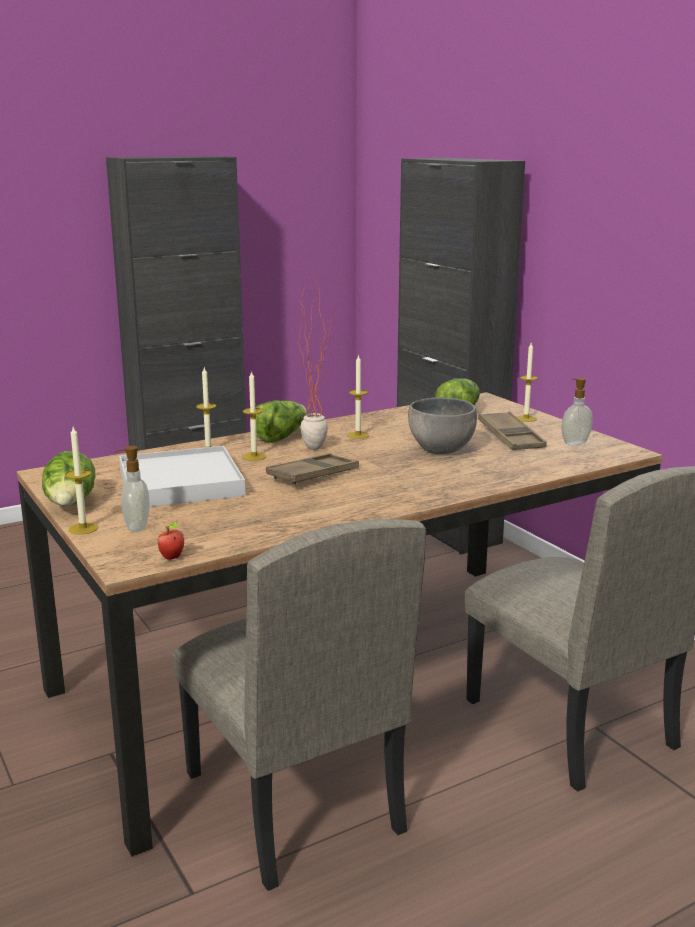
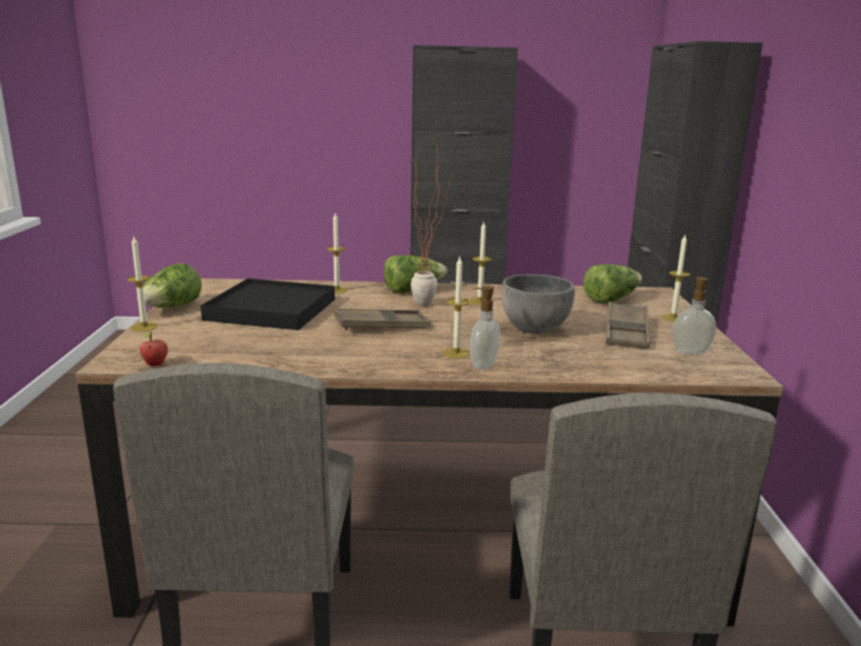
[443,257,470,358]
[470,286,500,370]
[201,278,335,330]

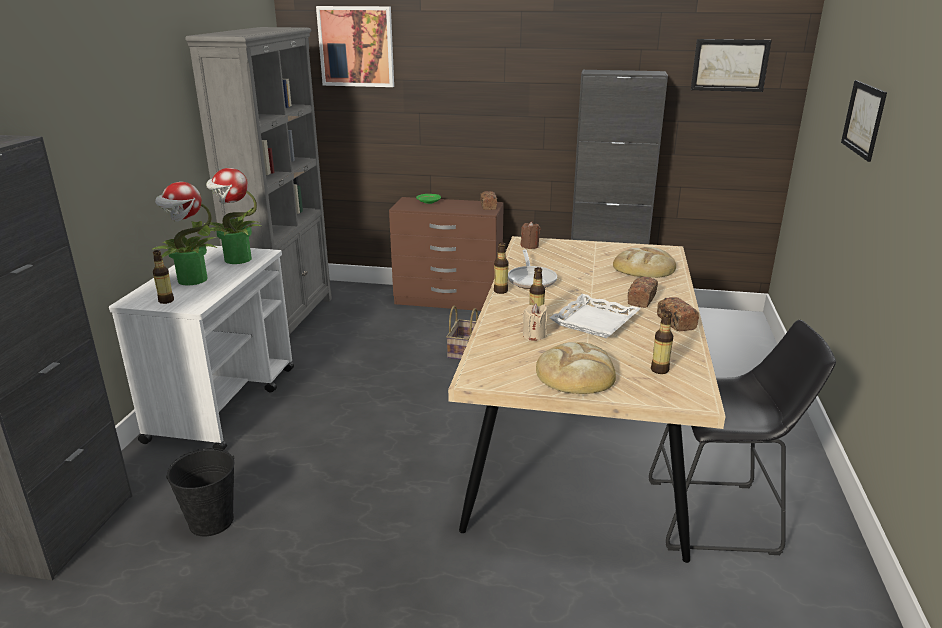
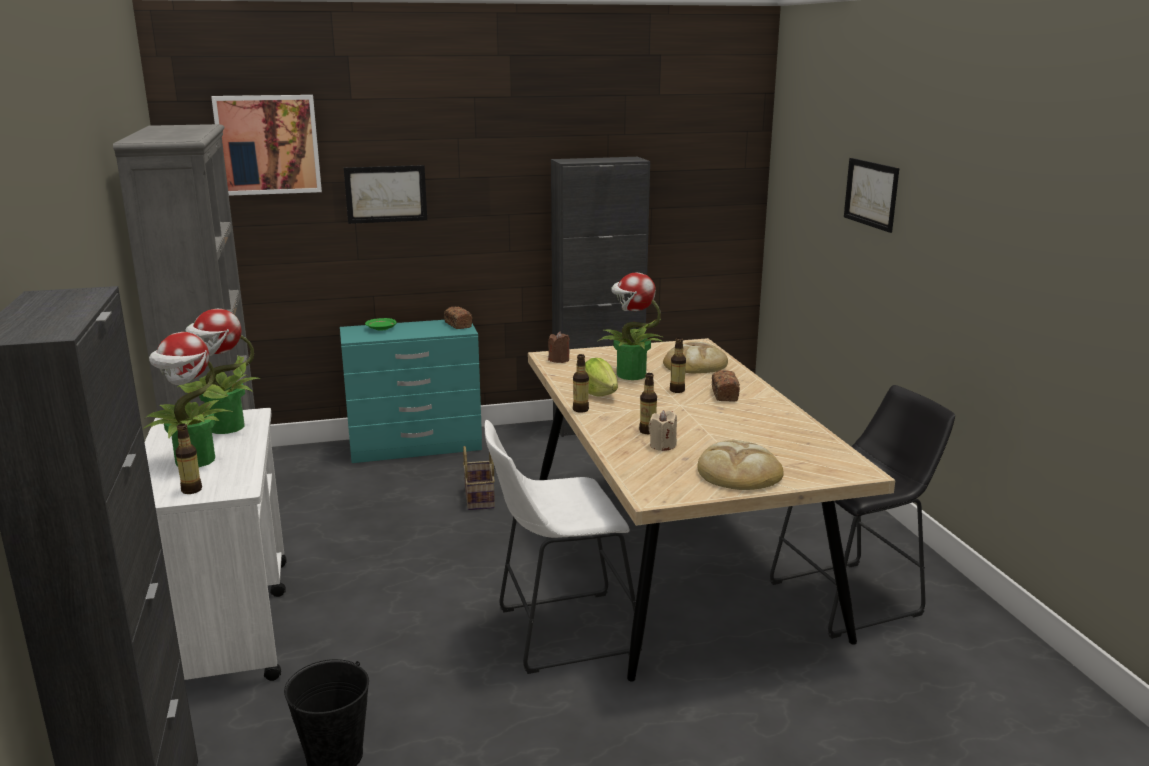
[344,165,427,224]
[340,320,482,463]
[585,358,618,397]
[549,294,640,338] (first image)
[657,297,699,331] (first image)
[670,338,686,393]
[598,273,663,380]
[485,420,643,674]

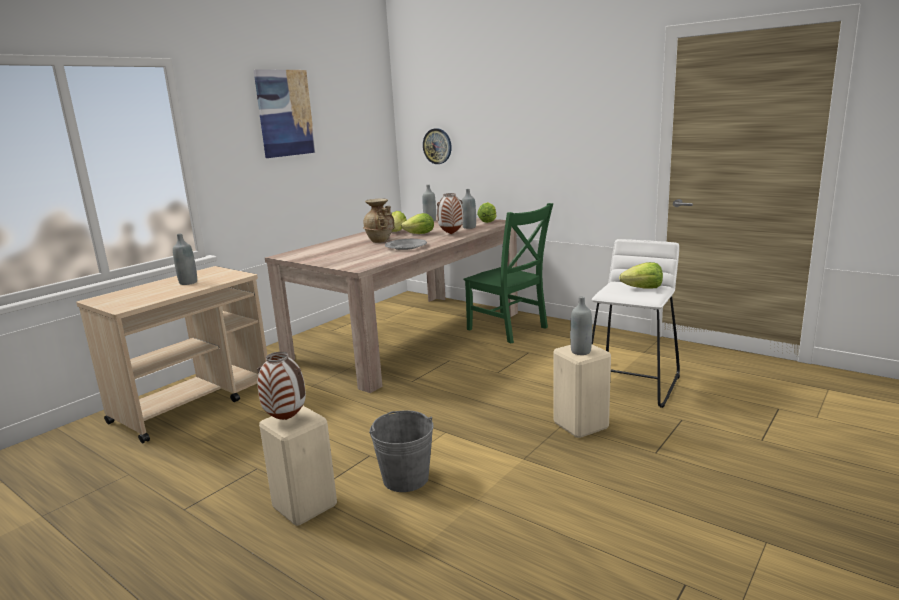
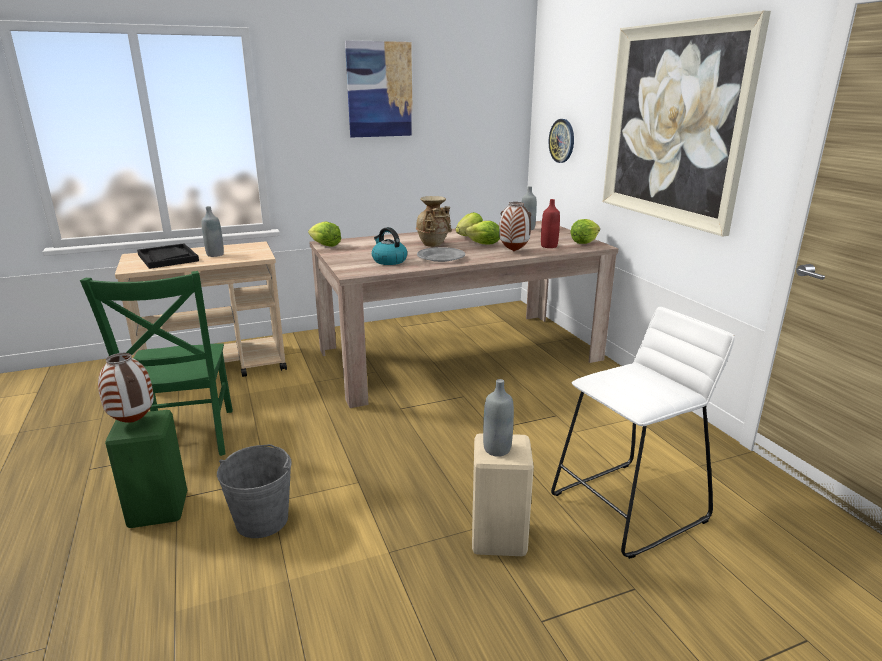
[541,199,560,248]
[80,271,233,456]
[308,222,341,247]
[105,410,187,528]
[603,11,771,237]
[372,227,407,265]
[137,243,199,269]

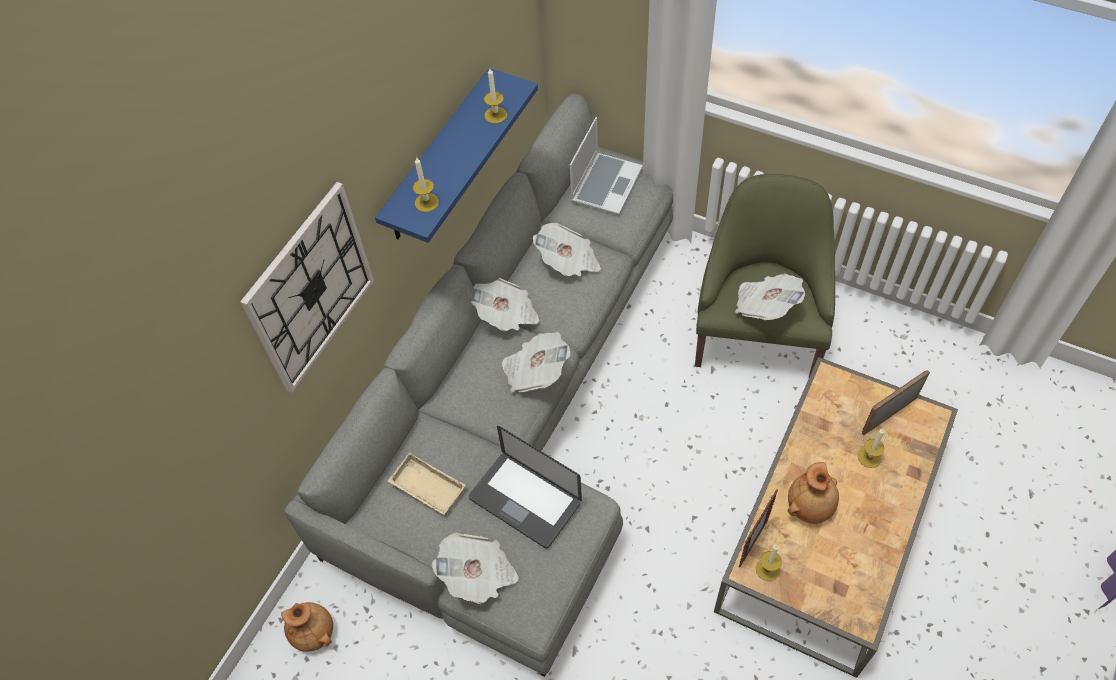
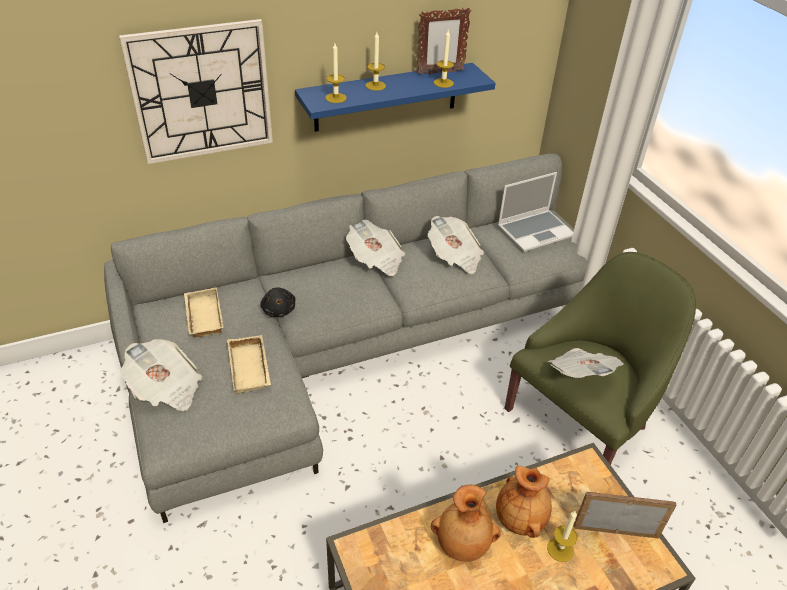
[502,332,570,392] (first image)
[227,335,271,394]
[417,8,471,75]
[366,32,386,91]
[496,465,552,538]
[260,287,296,317]

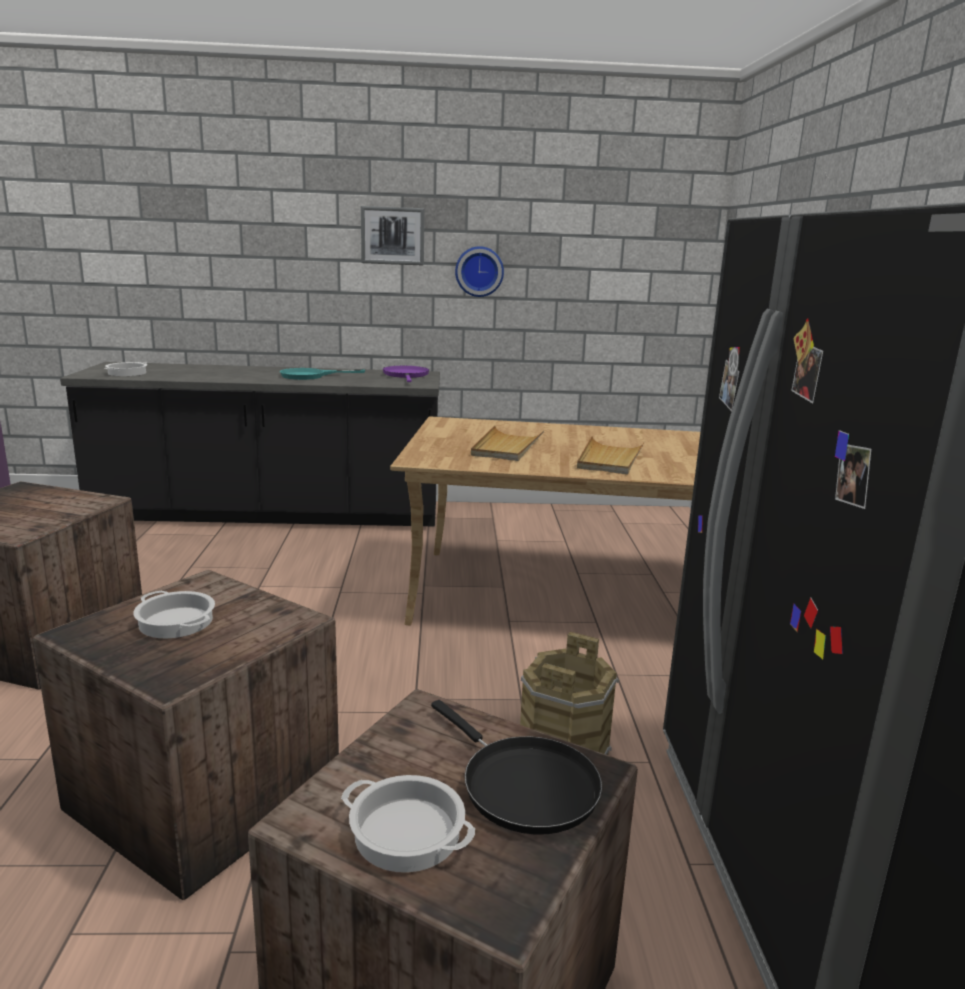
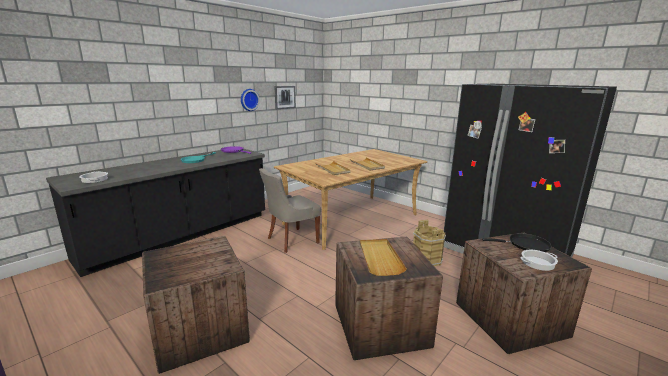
[274,86,296,109]
[360,239,407,276]
[259,168,321,253]

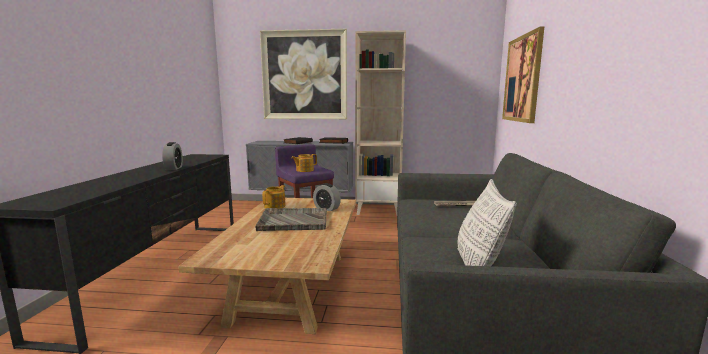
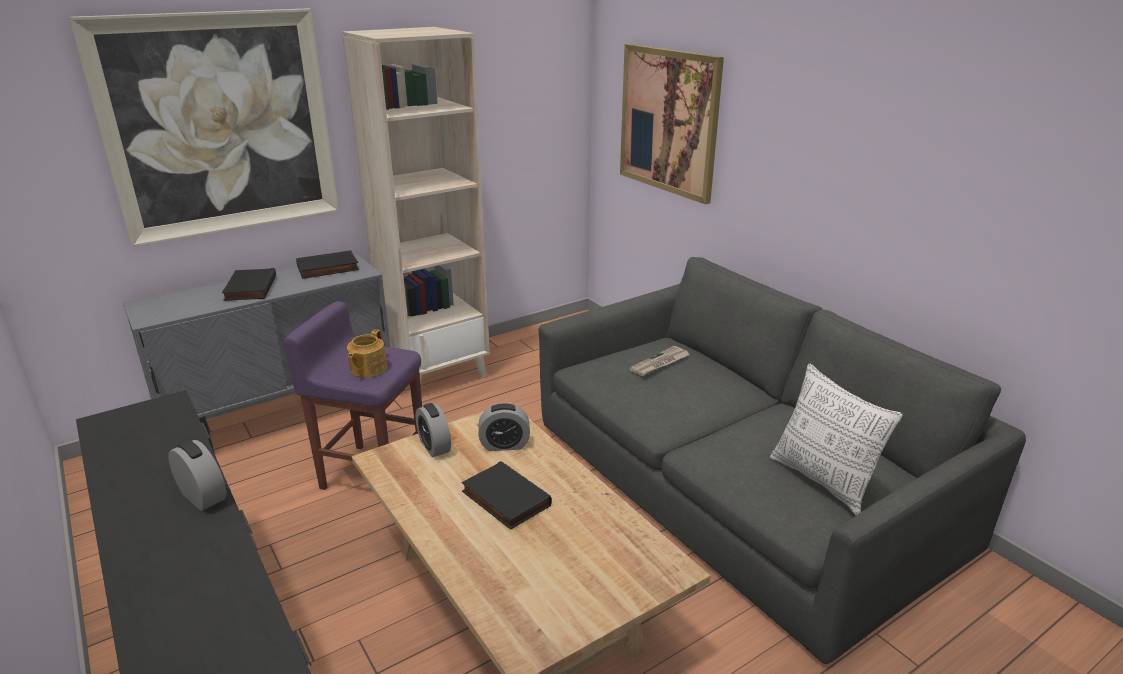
[262,185,285,209] (first image)
[461,461,552,530]
[416,403,451,457]

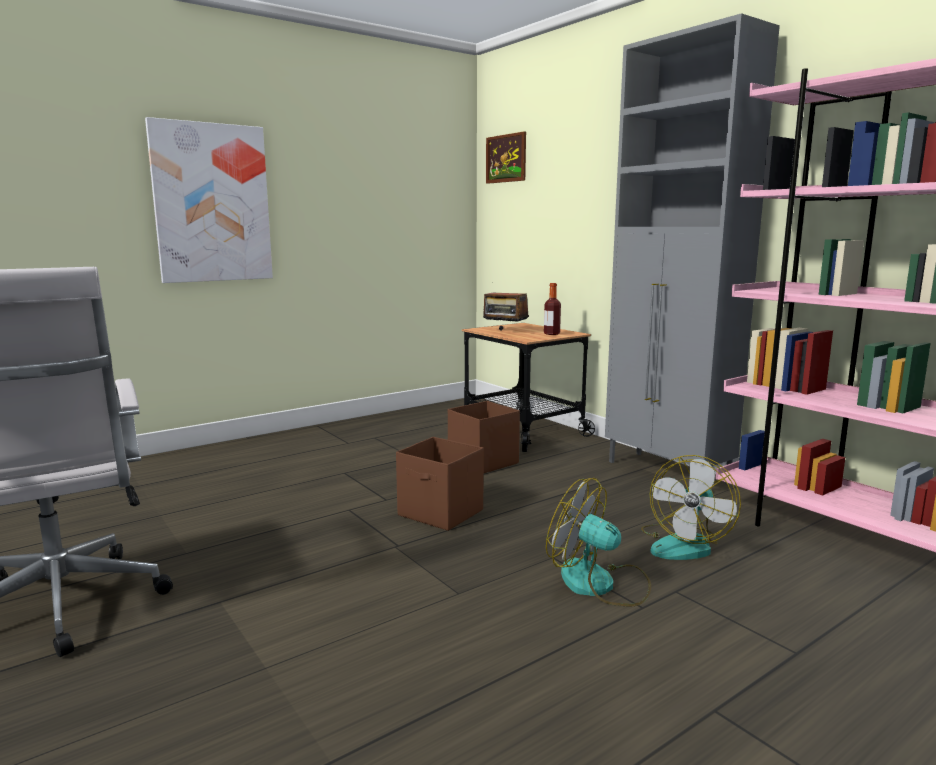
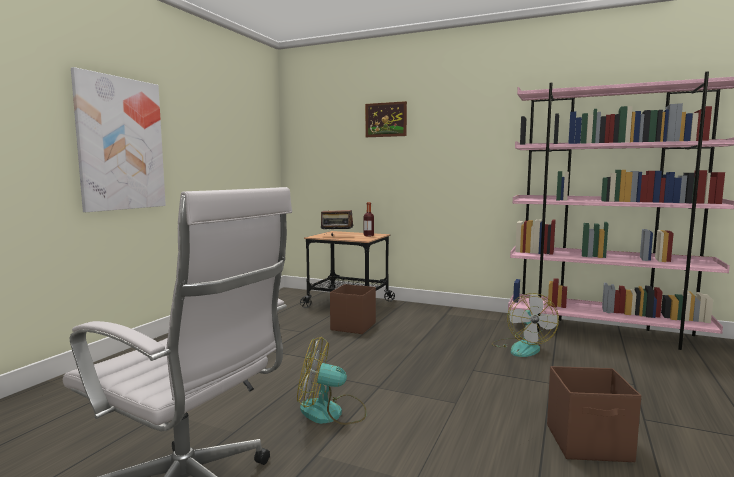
[605,13,780,484] (first image)
[365,101,407,137]
[547,366,641,462]
[297,337,367,425]

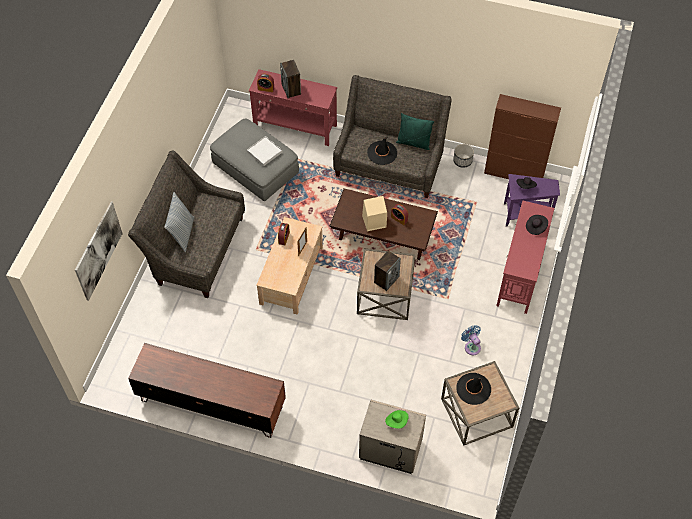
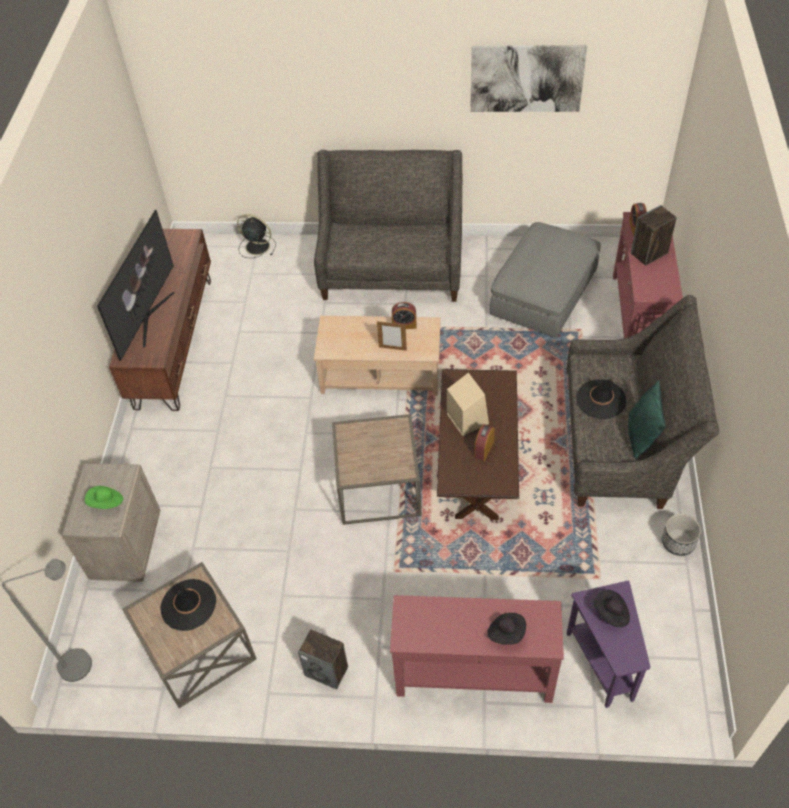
[484,94,561,179] (first image)
[247,136,282,166] (first image)
[164,192,194,252] (first image)
[470,45,587,112]
[298,629,348,690]
[461,325,481,355] (first image)
[97,210,175,361]
[237,214,276,258]
[2,559,92,682]

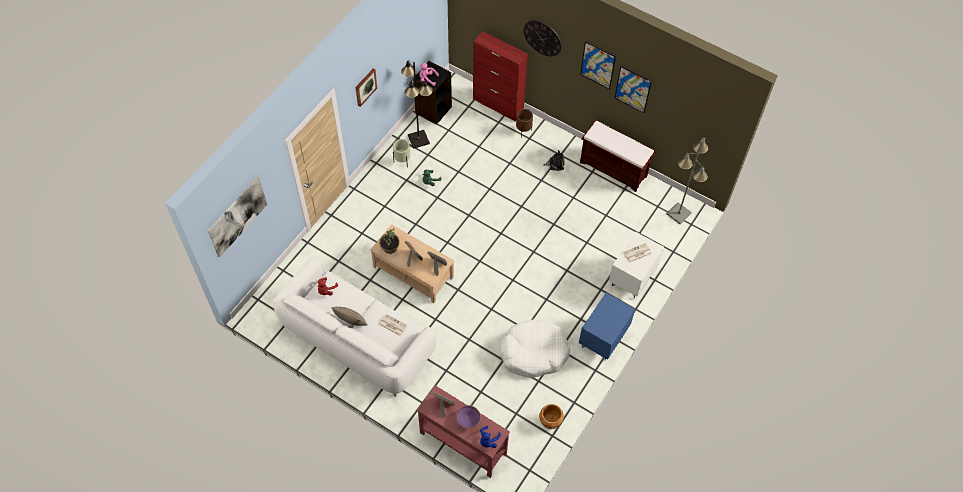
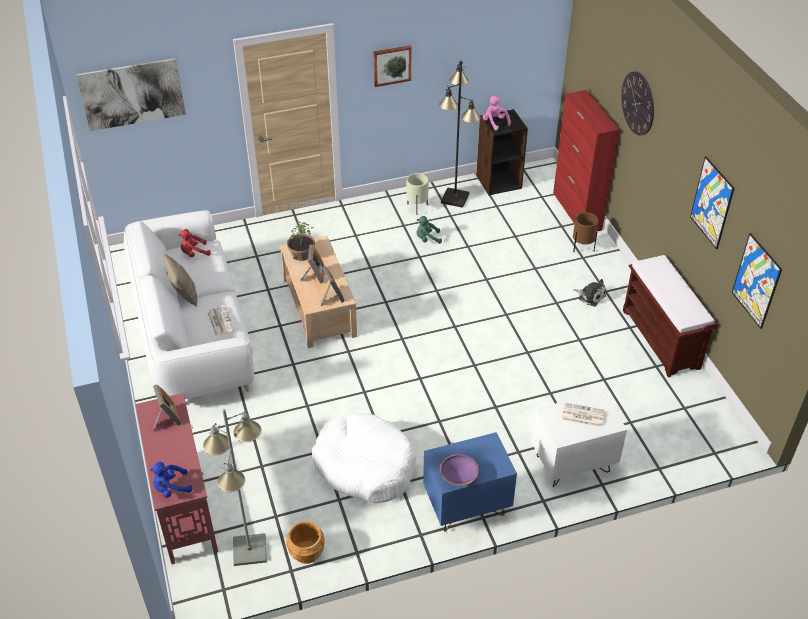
[732,233,782,329]
[203,409,267,566]
[440,454,479,486]

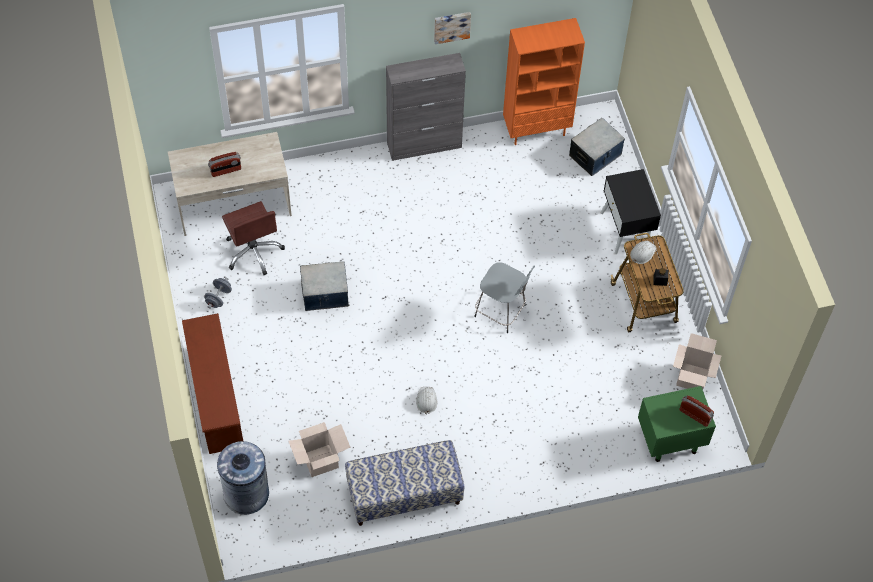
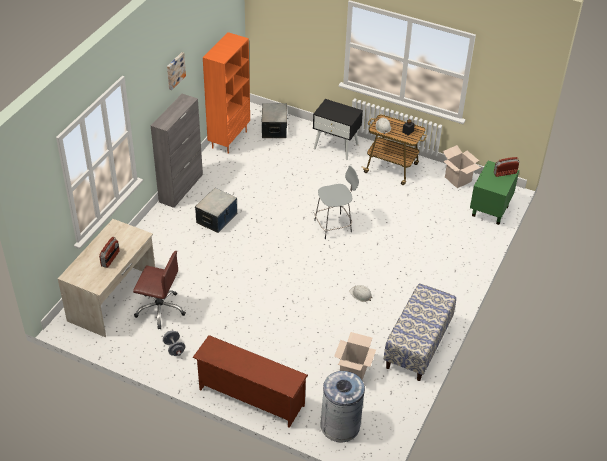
[195,188,237,233]

